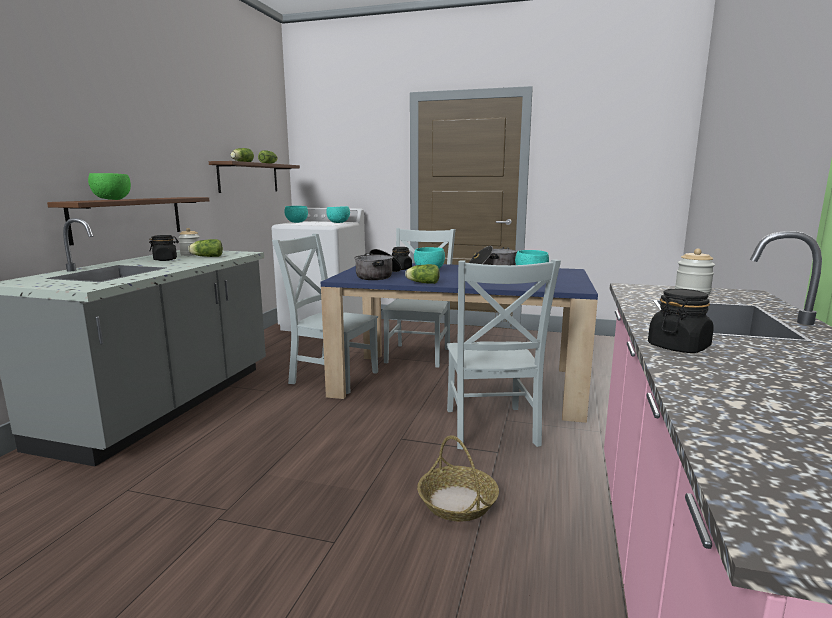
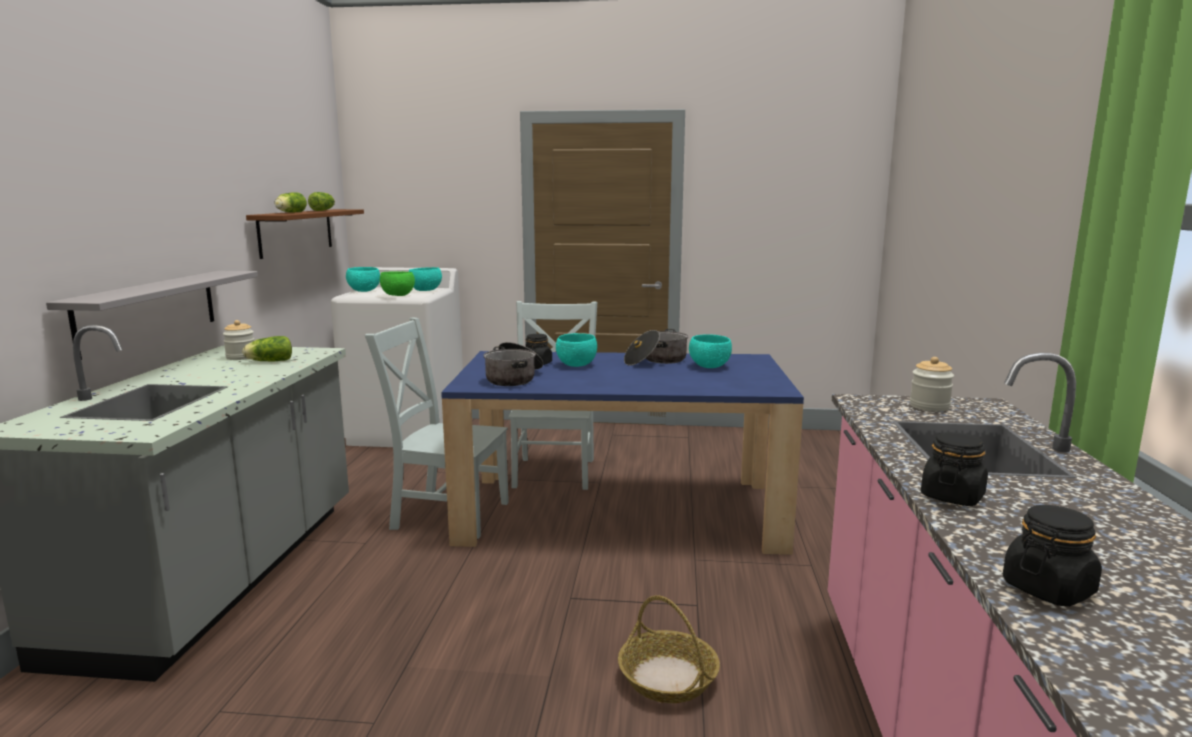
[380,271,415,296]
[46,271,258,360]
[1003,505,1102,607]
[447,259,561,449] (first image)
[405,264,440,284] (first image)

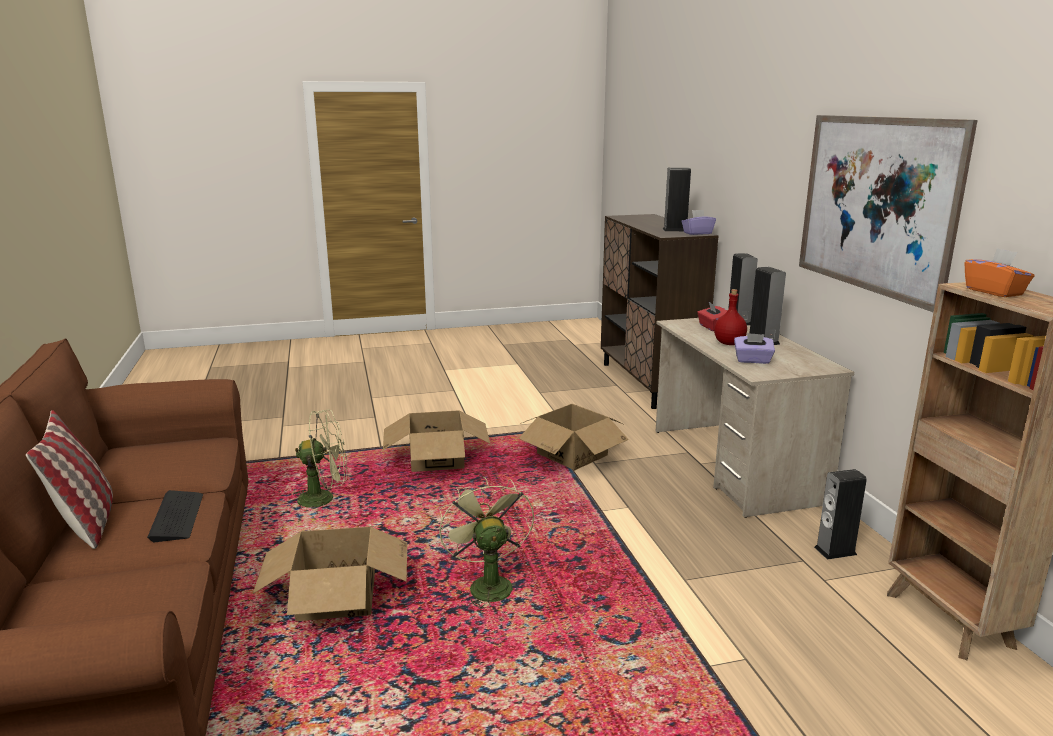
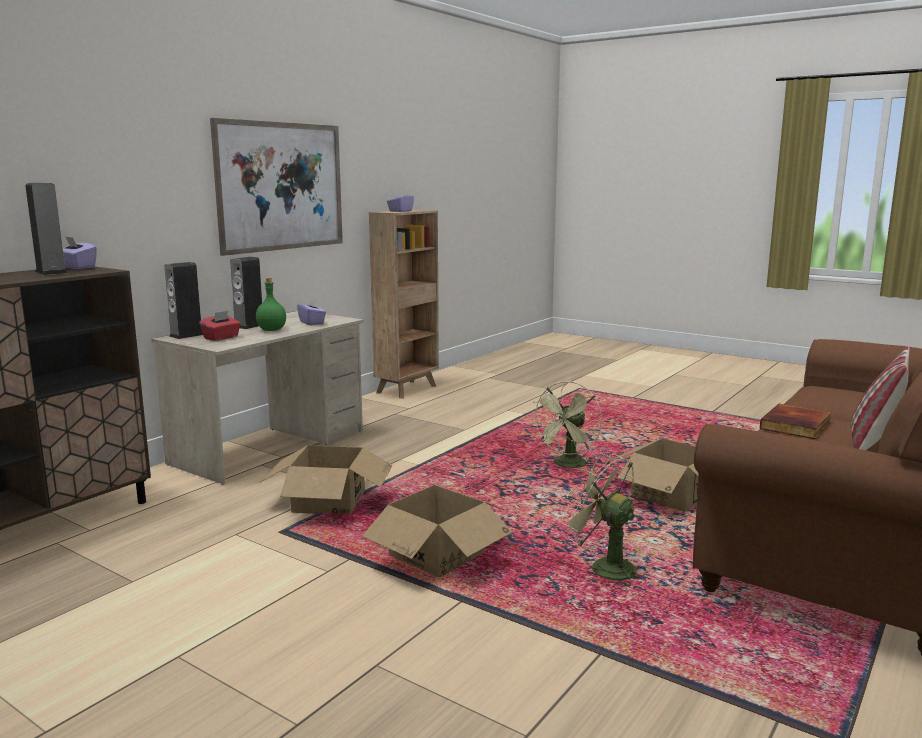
[387,190,414,212]
[256,278,286,331]
[814,469,867,560] (first image)
[760,404,831,439]

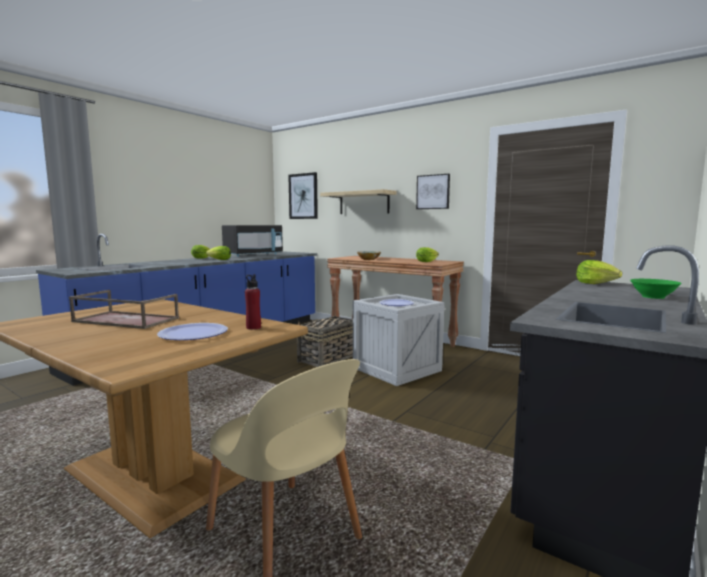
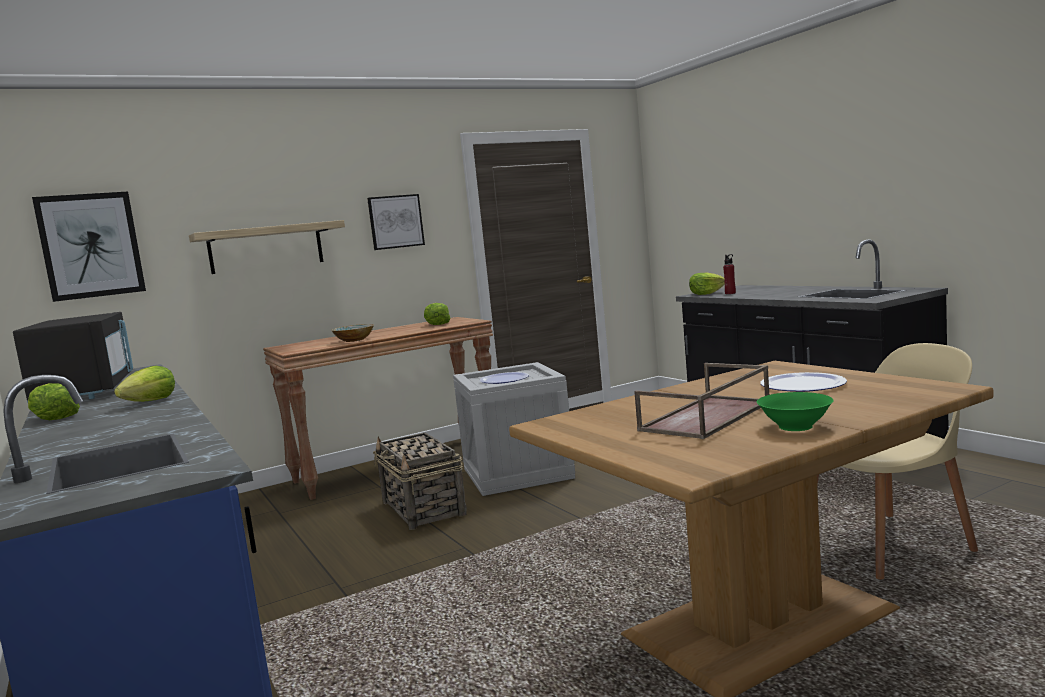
[723,254,736,294]
[757,392,834,431]

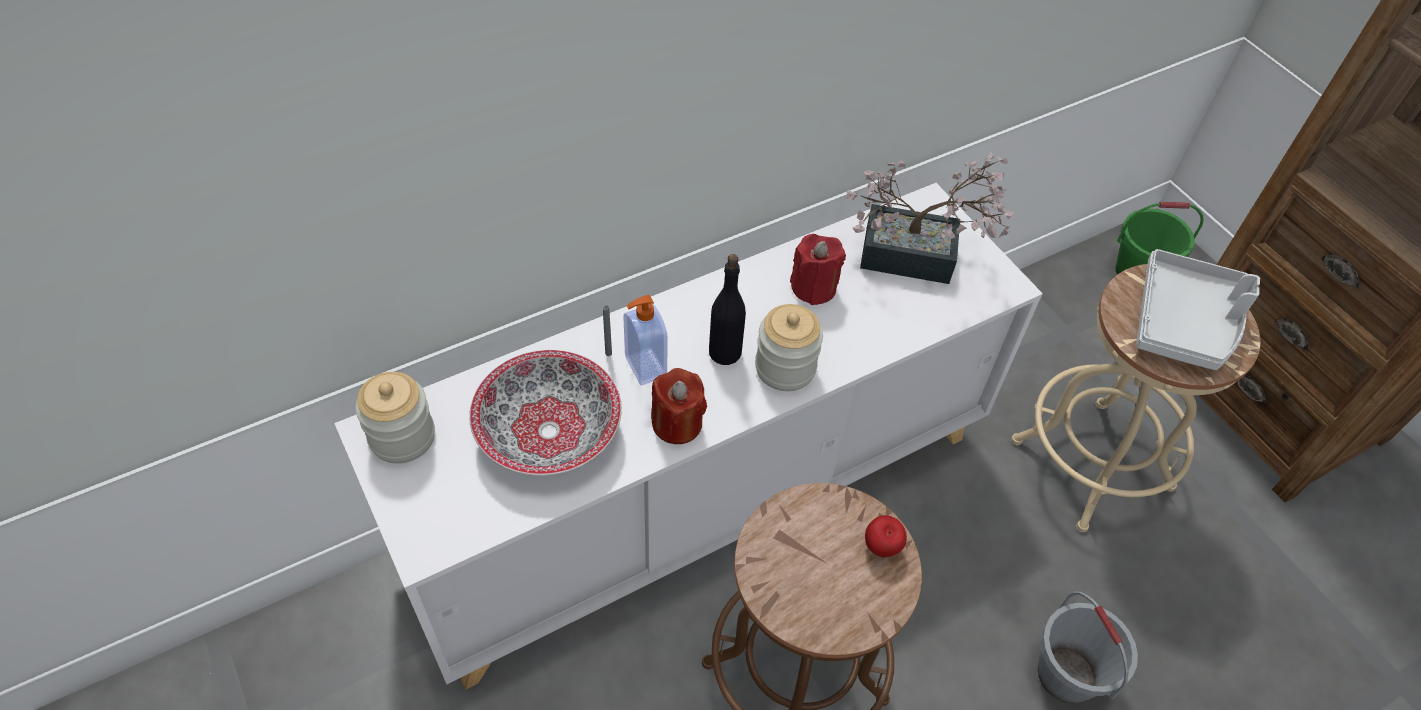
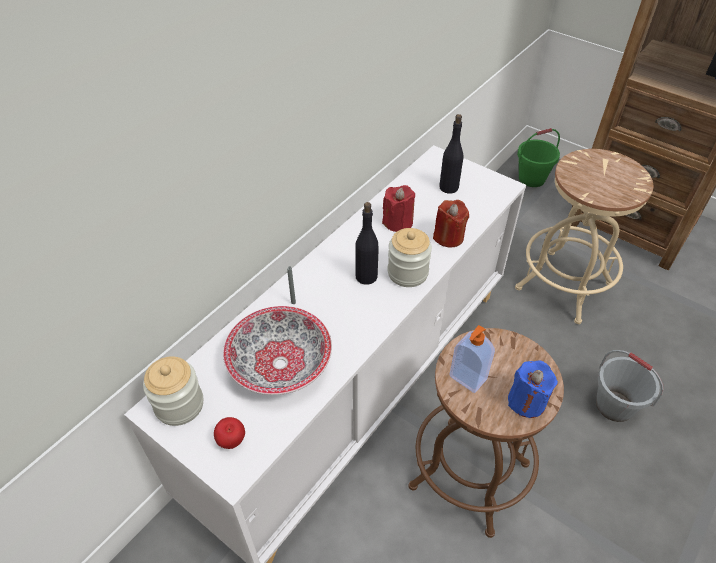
[439,114,463,194]
[1136,249,1260,370] (first image)
[449,325,495,393]
[433,200,469,248]
[214,417,245,449]
[508,360,558,418]

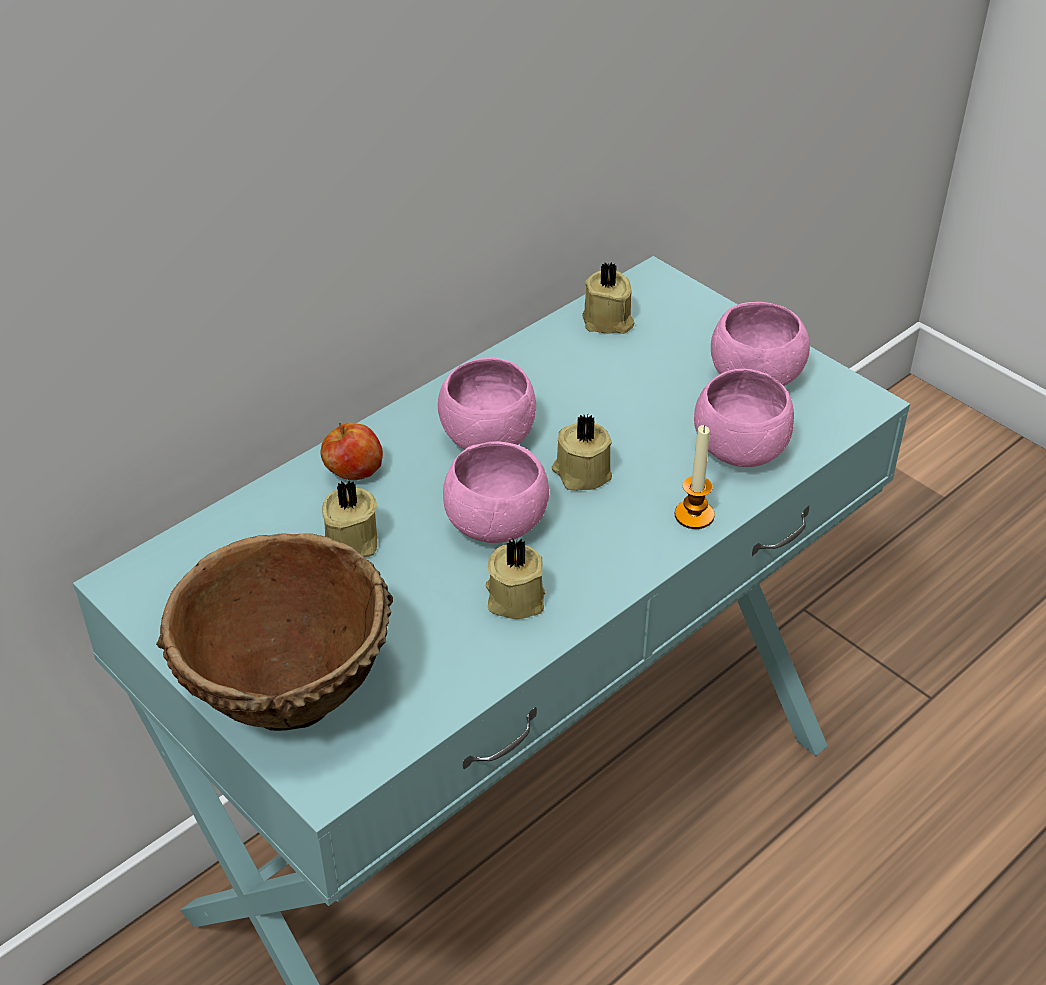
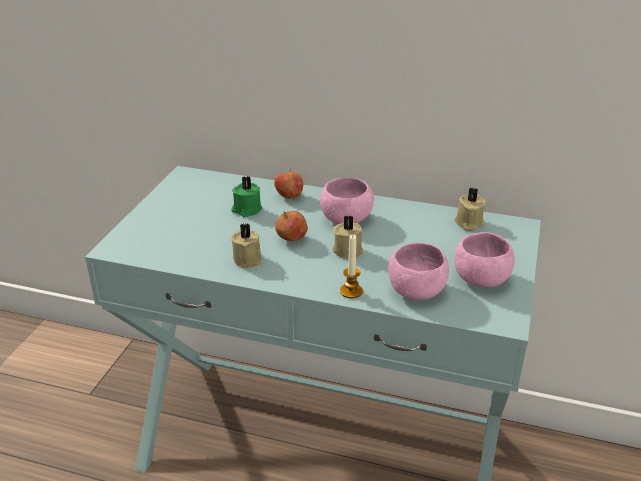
[275,211,308,241]
[231,176,262,217]
[156,533,393,731] (first image)

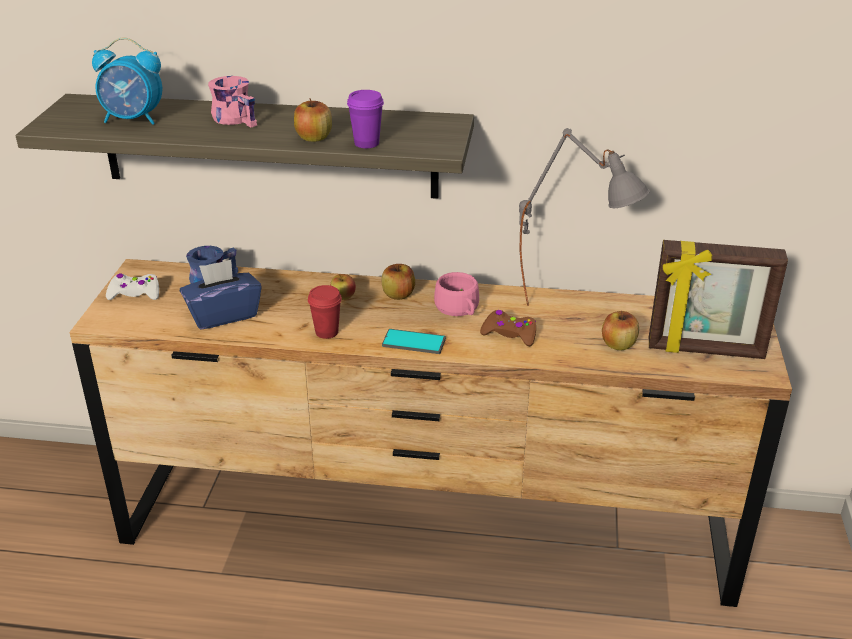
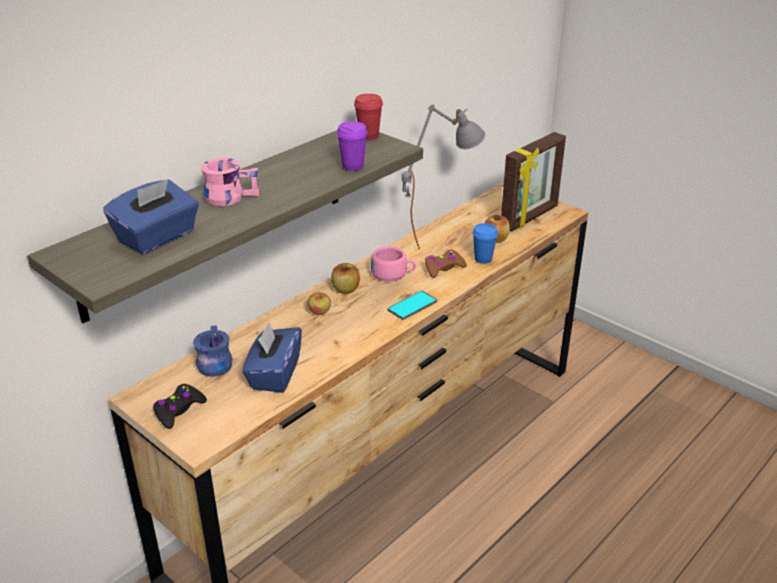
[103,179,199,254]
[294,98,332,142] (first image)
[153,384,207,429]
[354,94,383,140]
[472,223,498,264]

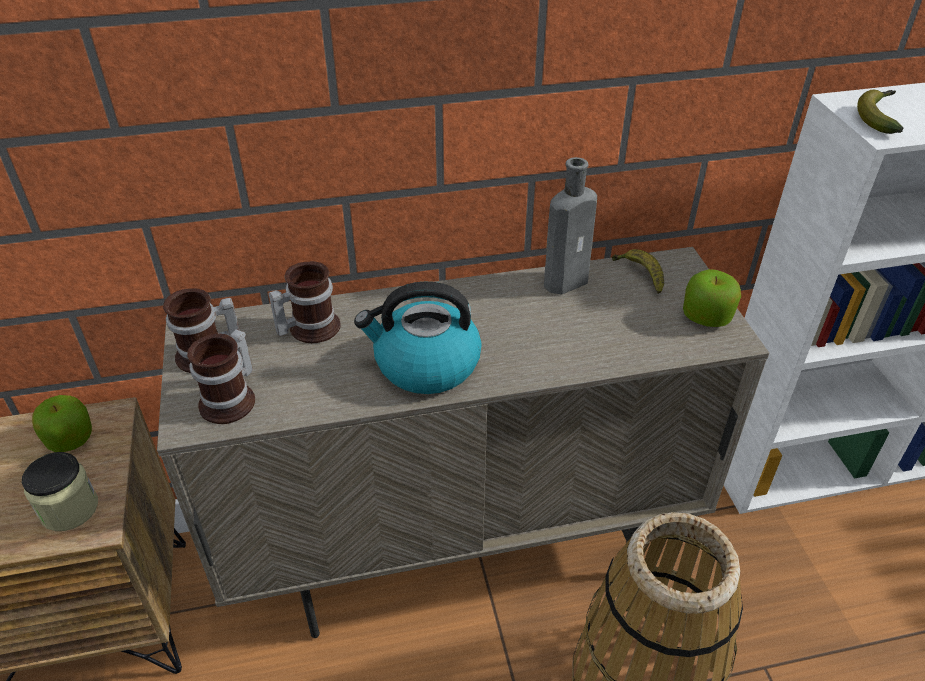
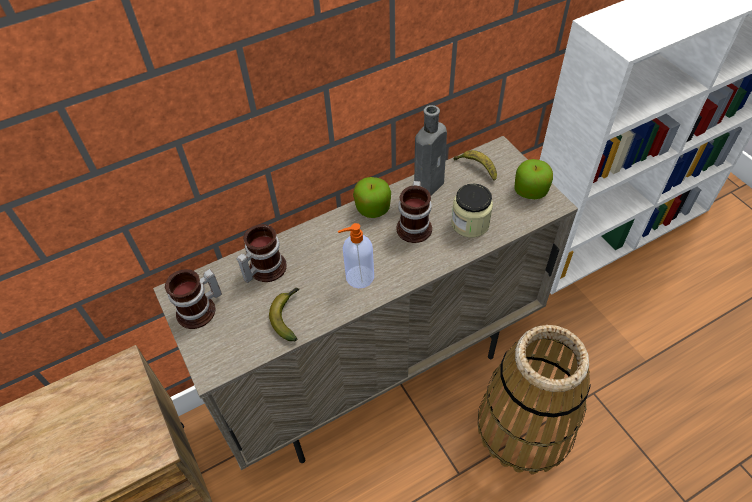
[269,288,299,341]
[338,223,374,288]
[396,181,432,243]
[353,177,391,218]
[451,183,493,238]

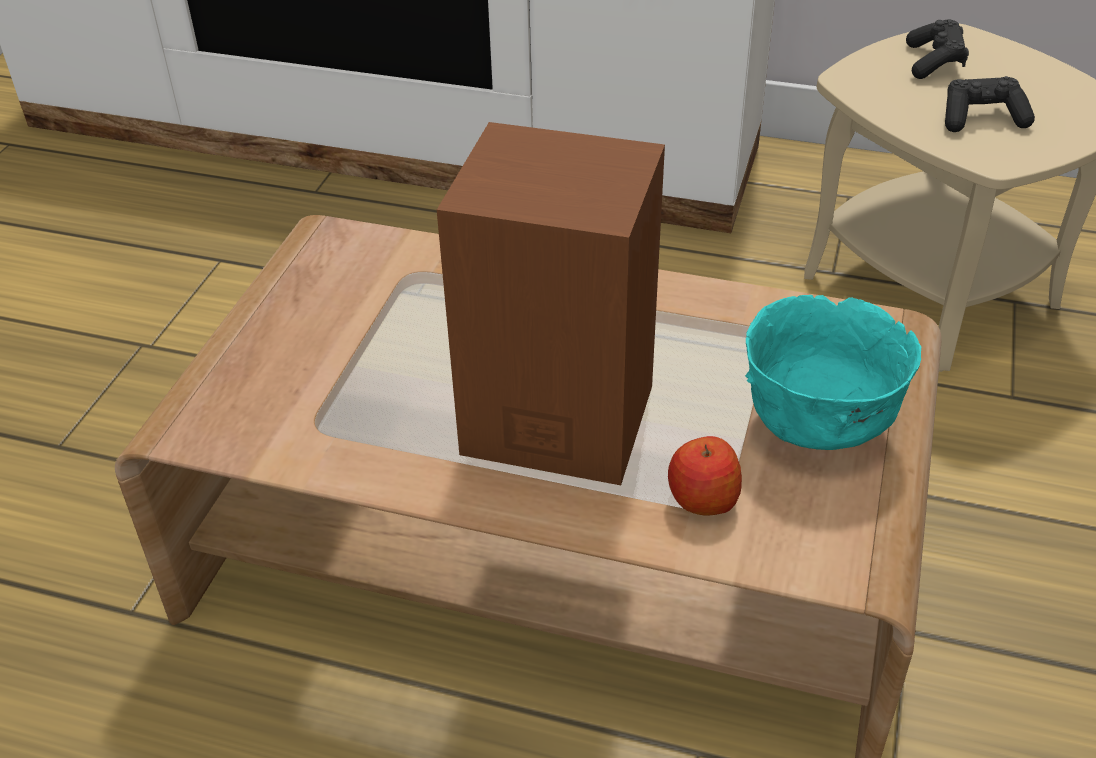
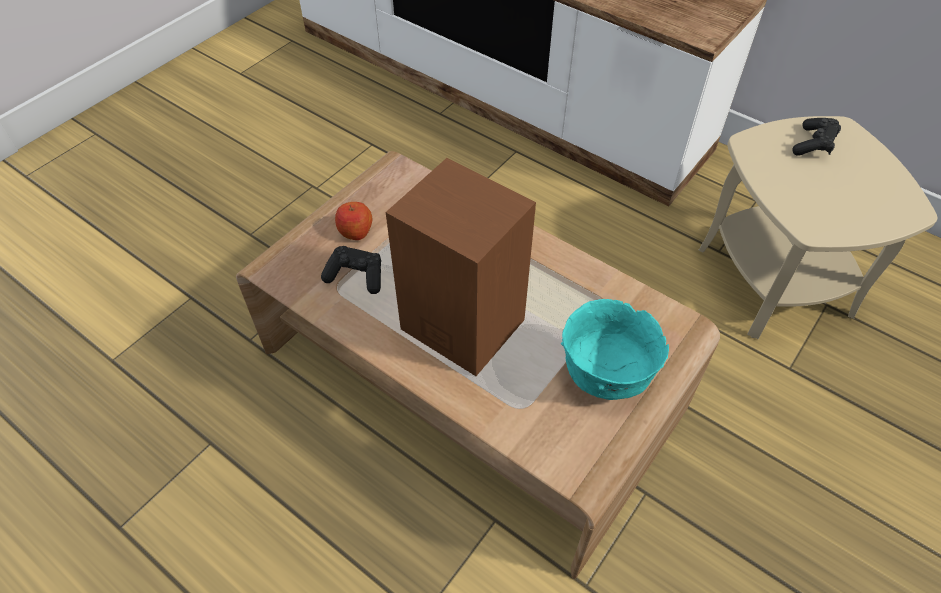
[321,246,381,294]
[335,202,372,240]

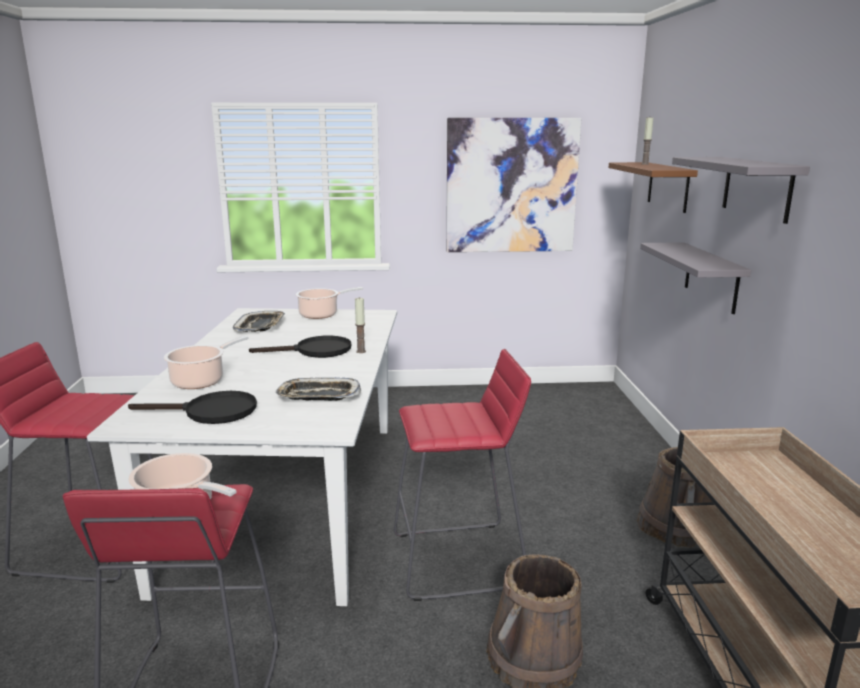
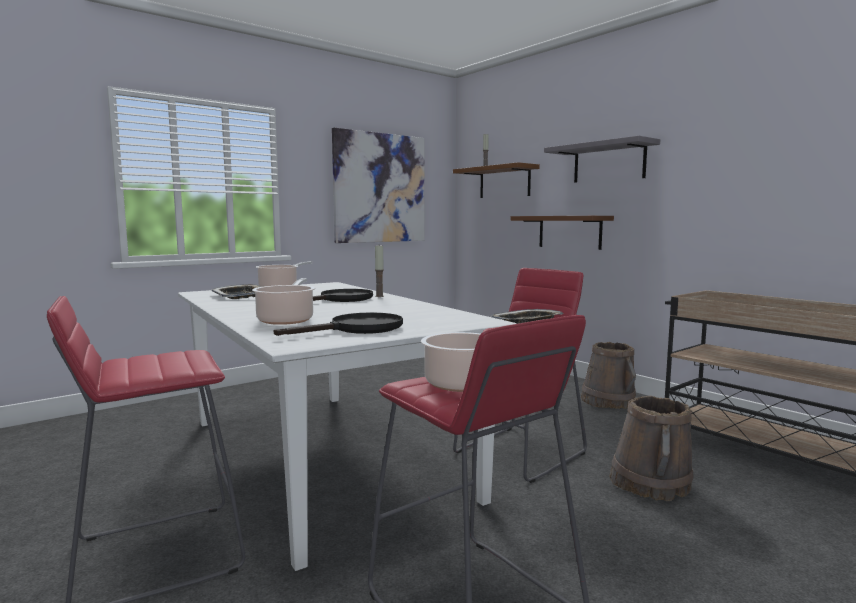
[511,216,614,250]
[490,309,563,324]

